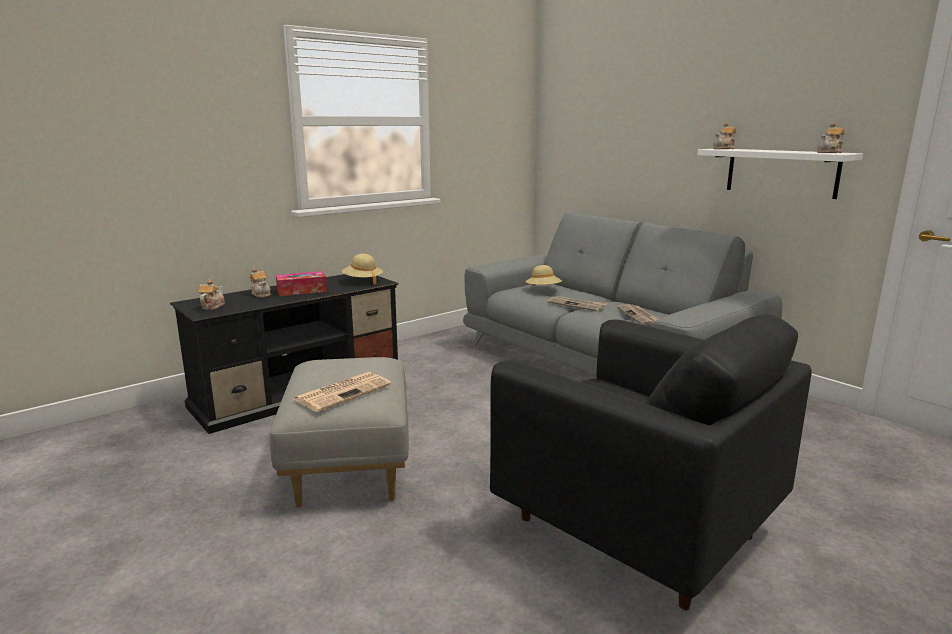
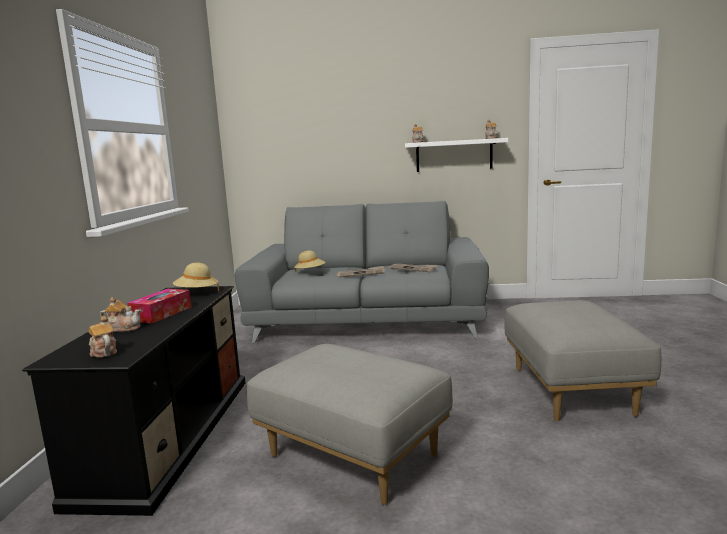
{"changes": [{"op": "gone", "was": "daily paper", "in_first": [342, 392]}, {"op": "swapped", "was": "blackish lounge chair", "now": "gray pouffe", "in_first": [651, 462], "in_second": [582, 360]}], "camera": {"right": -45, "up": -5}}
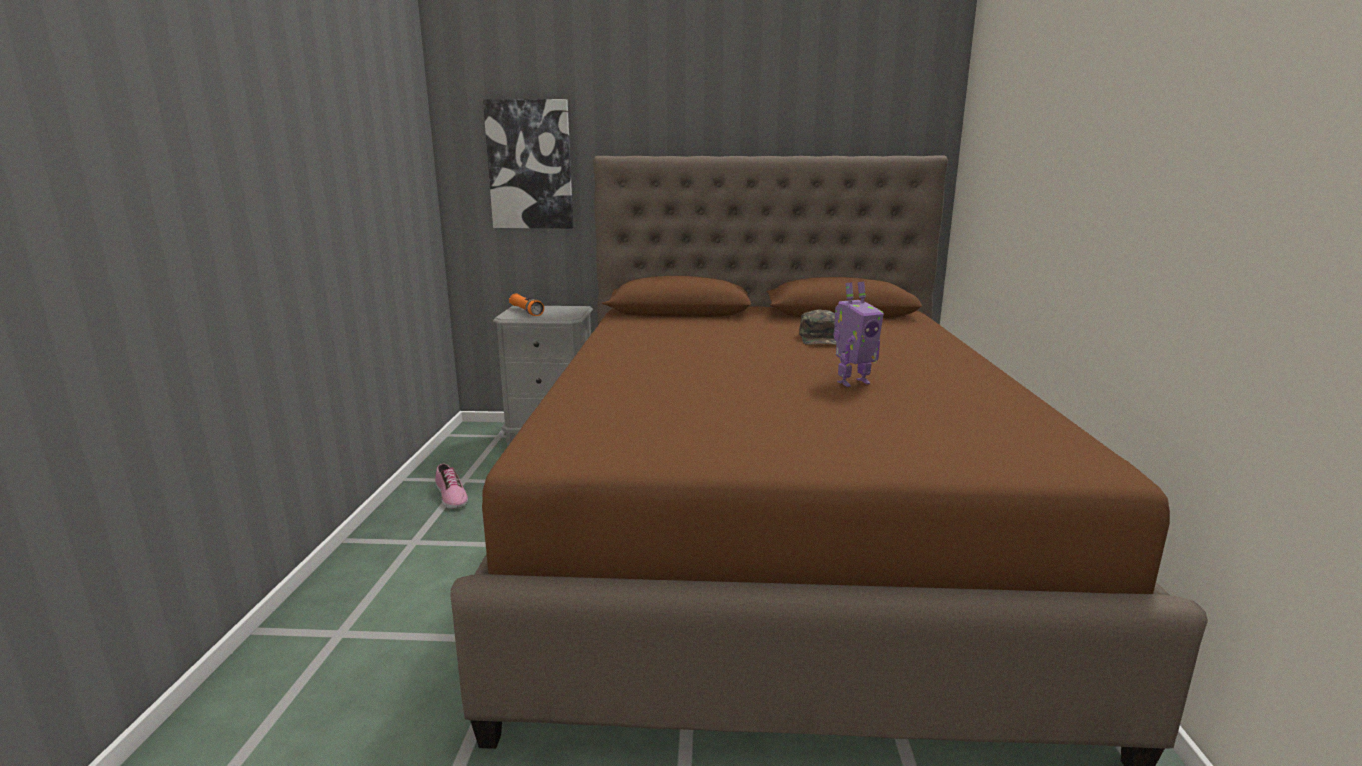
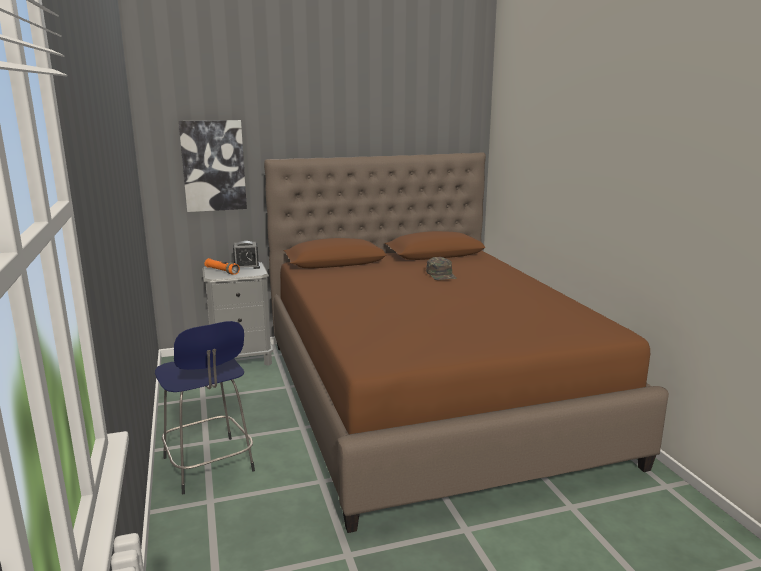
{"changes": [{"op": "gone", "was": "shoe", "in_first": [451, 486]}, {"op": "gone", "was": "robot figure", "in_first": [859, 334]}, {"op": "new", "now": "bluish stool seat", "in_second": [205, 407]}, {"op": "new", "now": "table clock", "in_second": [246, 255]}], "camera": {"right": -20, "up": 0}}
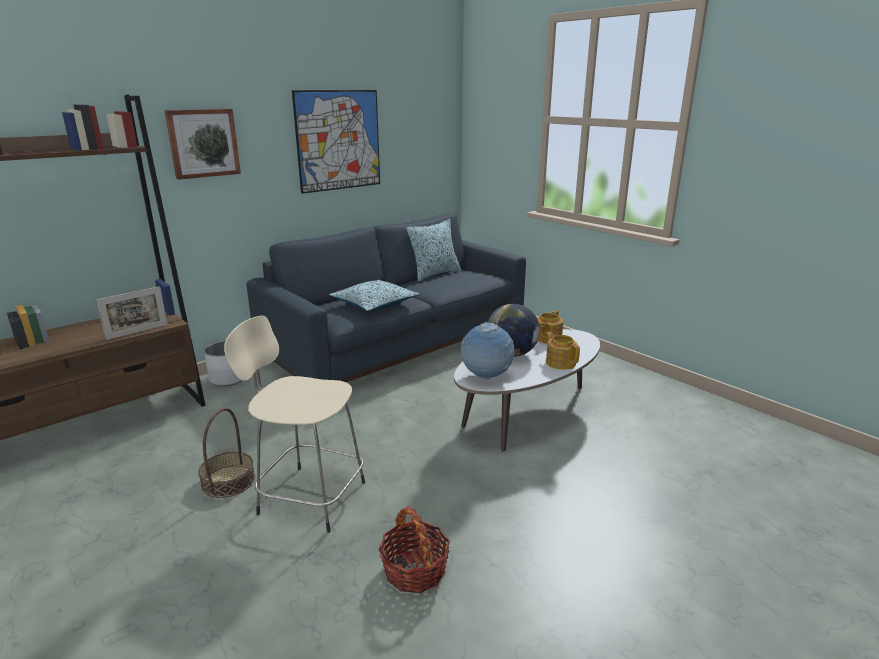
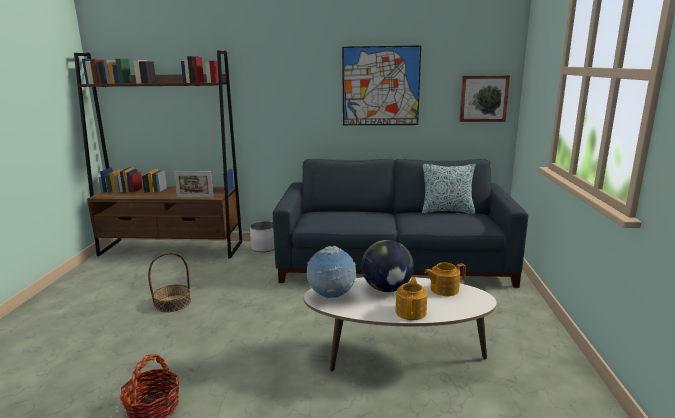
{"changes": [{"op": "shifted", "was": "wall picture", "in_first": [203, 144], "in_second": [484, 98]}, {"op": "gone", "was": "beige stool seat", "in_first": [294, 424]}, {"op": "gone", "was": "pillow", "in_first": [374, 295]}], "camera": {"right": 45, "up": -5}}
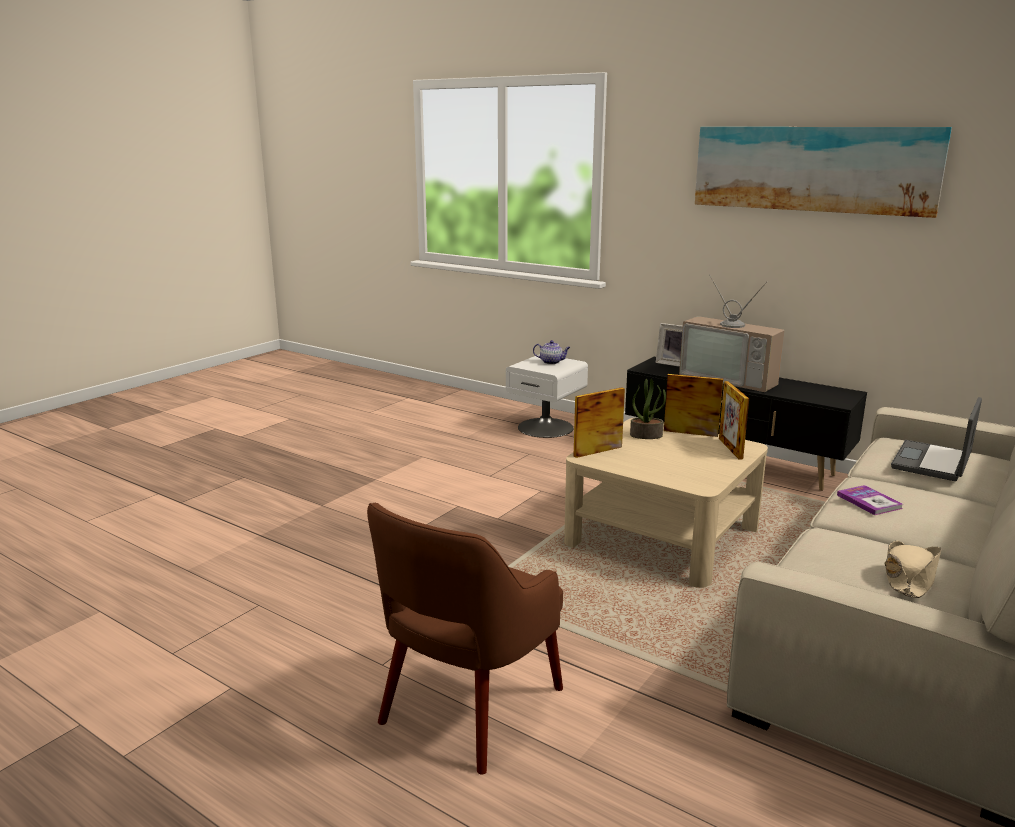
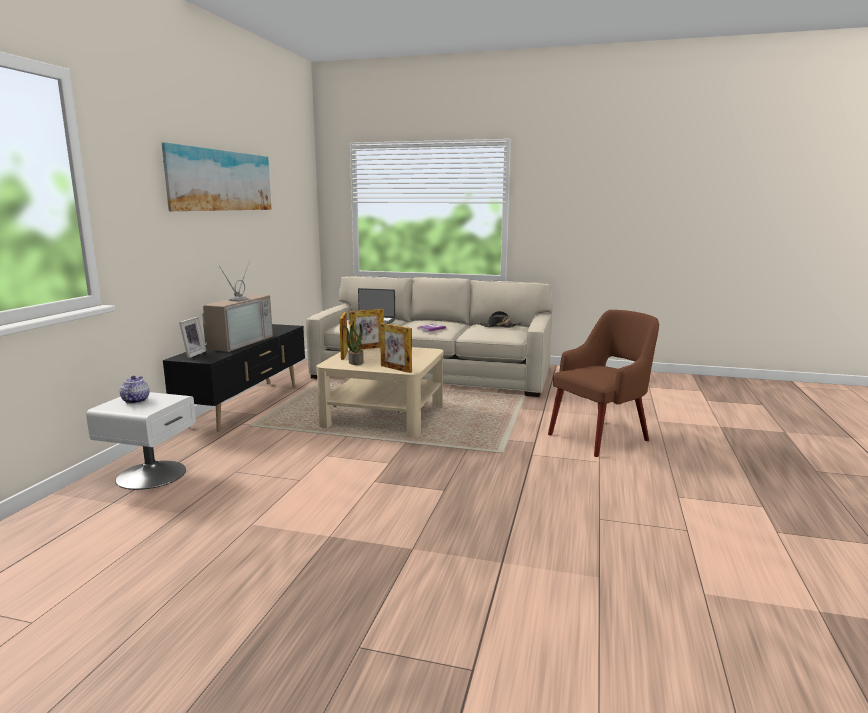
{"changes": [{"op": "rotated", "was": "brownish lounge chair", "in_first": [465, 639], "in_second": [603, 383], "clockwise": -45}, {"op": "repainted", "was": "beige wearable hat", "now": "blackish wearable hat", "in_first": [913, 569], "in_second": [499, 319]}], "camera": {"right": -110, "up": -5}}
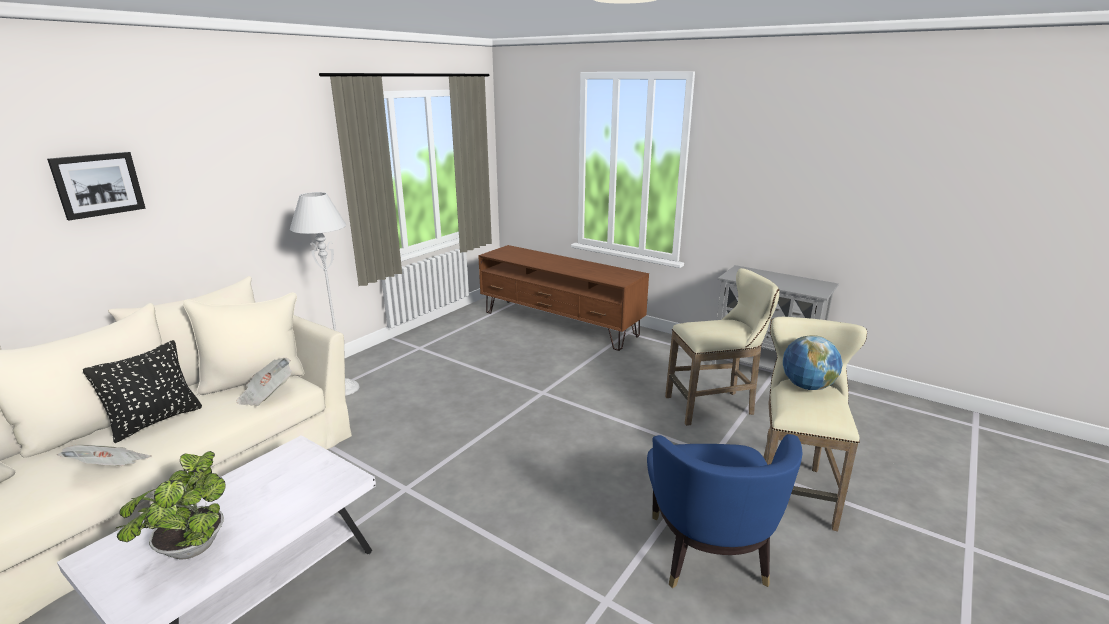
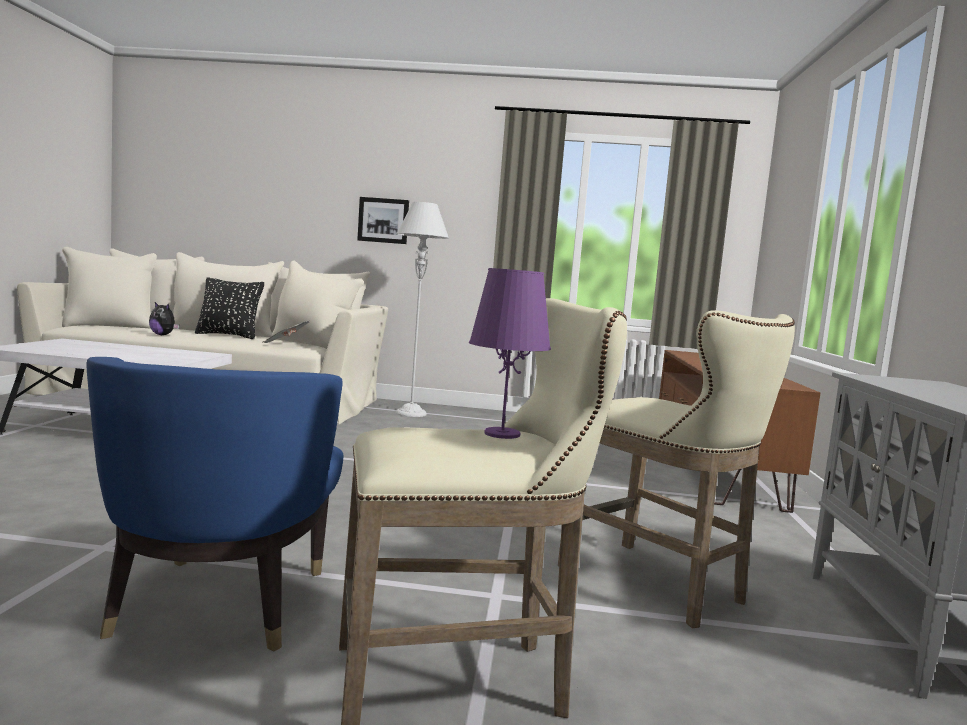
{"changes": [{"op": "shifted", "was": "wall picture", "in_first": [96, 186], "in_second": [383, 220]}, {"op": "swapped", "was": "daily paper", "now": "soft toy", "in_first": [104, 455], "in_second": [164, 318]}, {"op": "gone", "was": "potted plant", "in_first": [170, 505]}, {"op": "rotated", "was": "bluish lounge chair", "in_first": [724, 511], "in_second": [215, 504], "clockwise": -60}, {"op": "swapped", "was": "desk globe", "now": "purple-coloured table lamp", "in_first": [813, 362], "in_second": [510, 353]}], "camera": {"right": 60, "up": -15}}
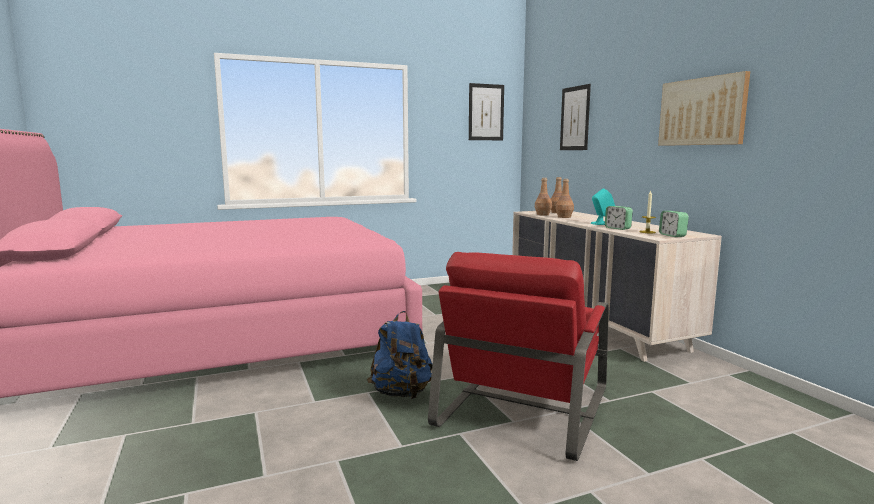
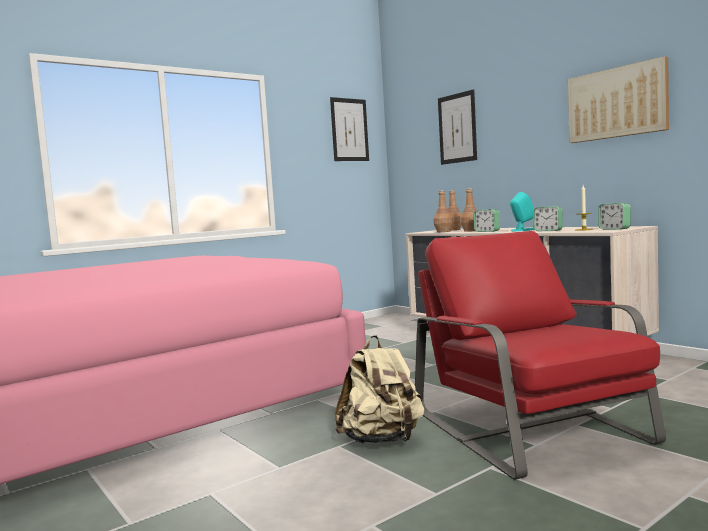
{"changes": [{"op": "repainted", "was": "bluish backpack", "now": "beige backpack", "in_first": [400, 355], "in_second": [380, 389]}, {"op": "rotated", "was": "reddish lounge chair", "in_first": [518, 356], "in_second": [540, 355], "clockwise": 150}, {"op": "new", "now": "table clock", "in_second": [487, 220]}], "camera": {"right": -15, "up": -5}}
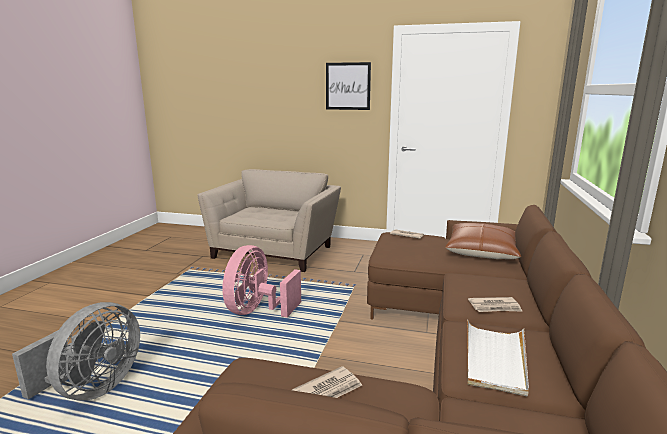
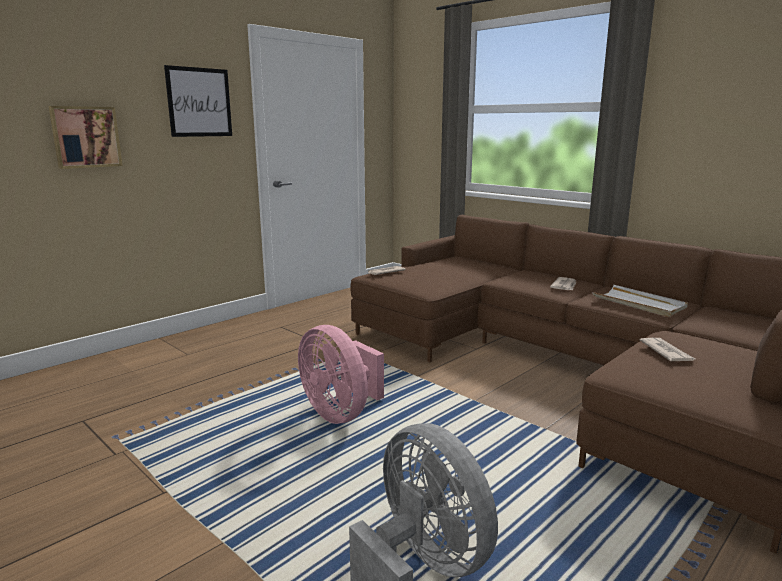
{"changes": [{"op": "gone", "was": "beige lounge chair", "in_first": [269, 220]}, {"op": "gone", "was": "brownish pillow", "in_first": [483, 241]}, {"op": "new", "now": "wall picture", "in_second": [85, 137]}], "camera": {"right": -60, "up": 0}}
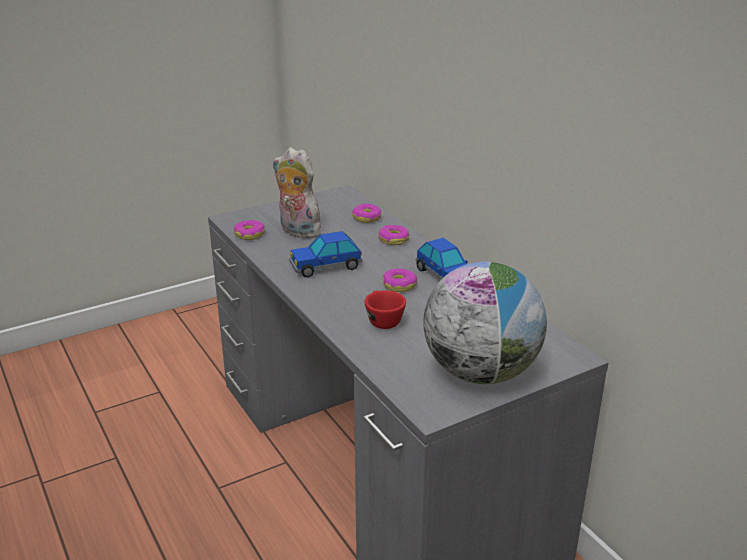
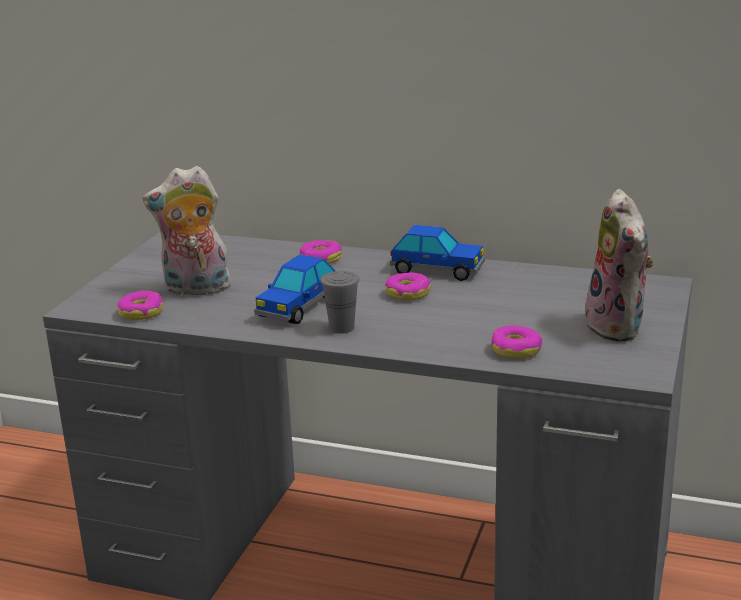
{"changes": [{"op": "shifted", "was": "doughnut", "in_first": [367, 213], "in_second": [516, 342]}, {"op": "gone", "was": "reddish small cup", "in_first": [385, 309]}, {"op": "swapped", "was": "desk globe", "now": "soft toy", "in_first": [485, 323], "in_second": [619, 265]}, {"op": "new", "now": "gray small cup", "in_second": [339, 302]}], "camera": {"right": -40, "up": -5}}
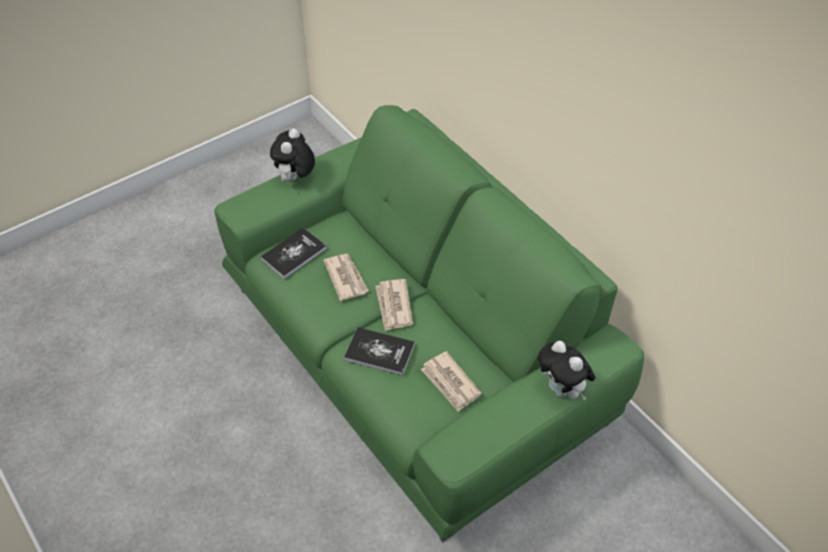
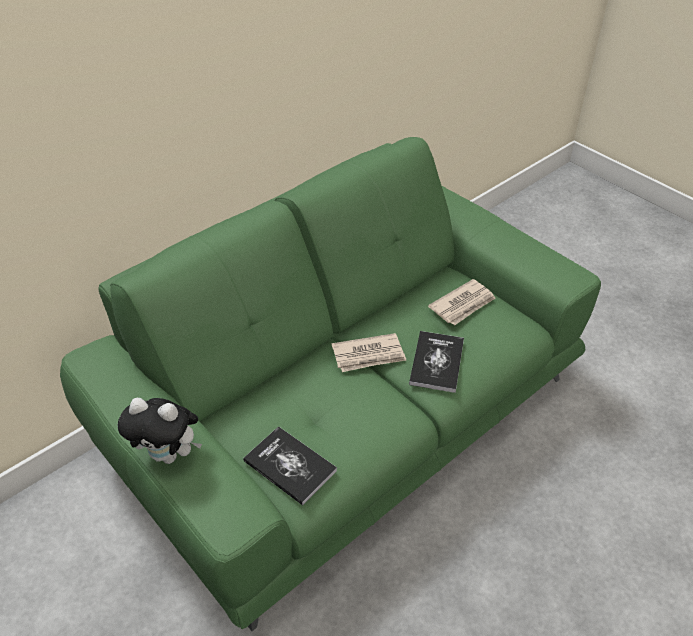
{"changes": [{"op": "gone", "was": "daily paper", "in_first": [346, 277]}, {"op": "gone", "was": "soft toy", "in_first": [567, 370]}], "camera": {"right": -95, "up": -5}}
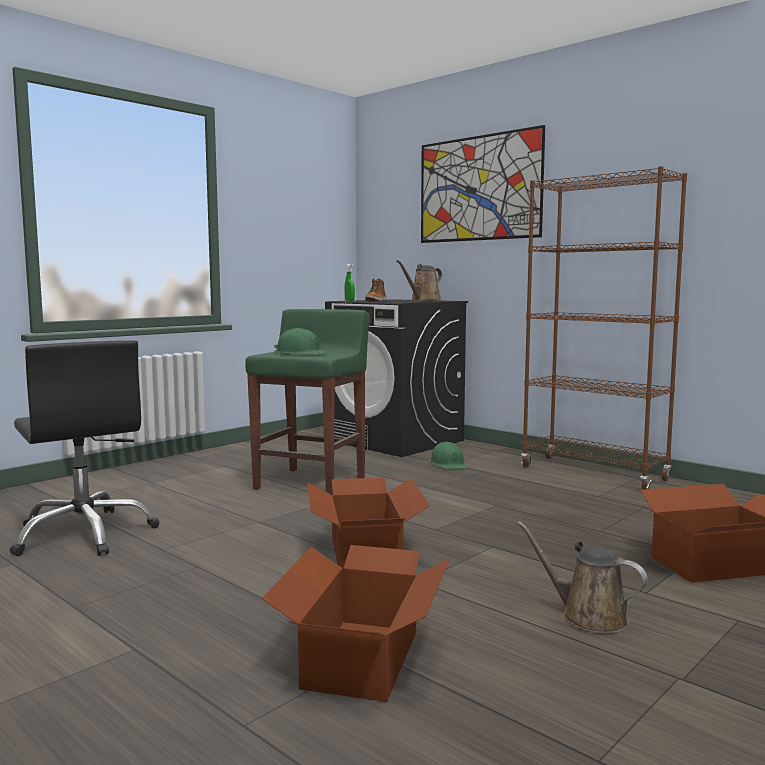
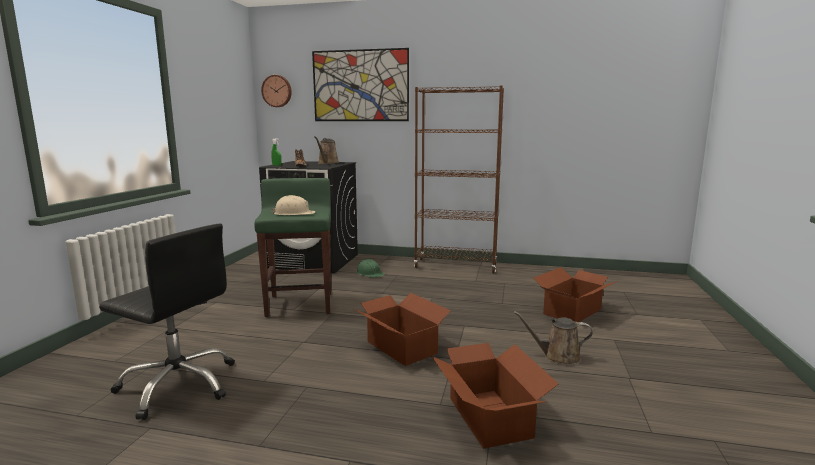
{"changes": [{"op": "repainted", "was": "greenish safety helmet", "now": "beige safety helmet", "in_first": [301, 341], "in_second": [293, 205]}, {"op": "new", "now": "hanging clock", "in_second": [276, 91]}], "camera": {"right": -30, "up": 5}}
